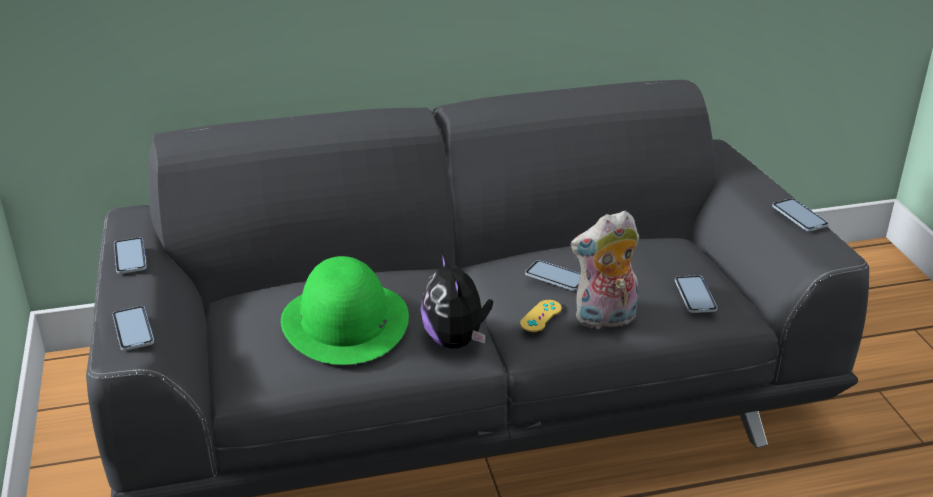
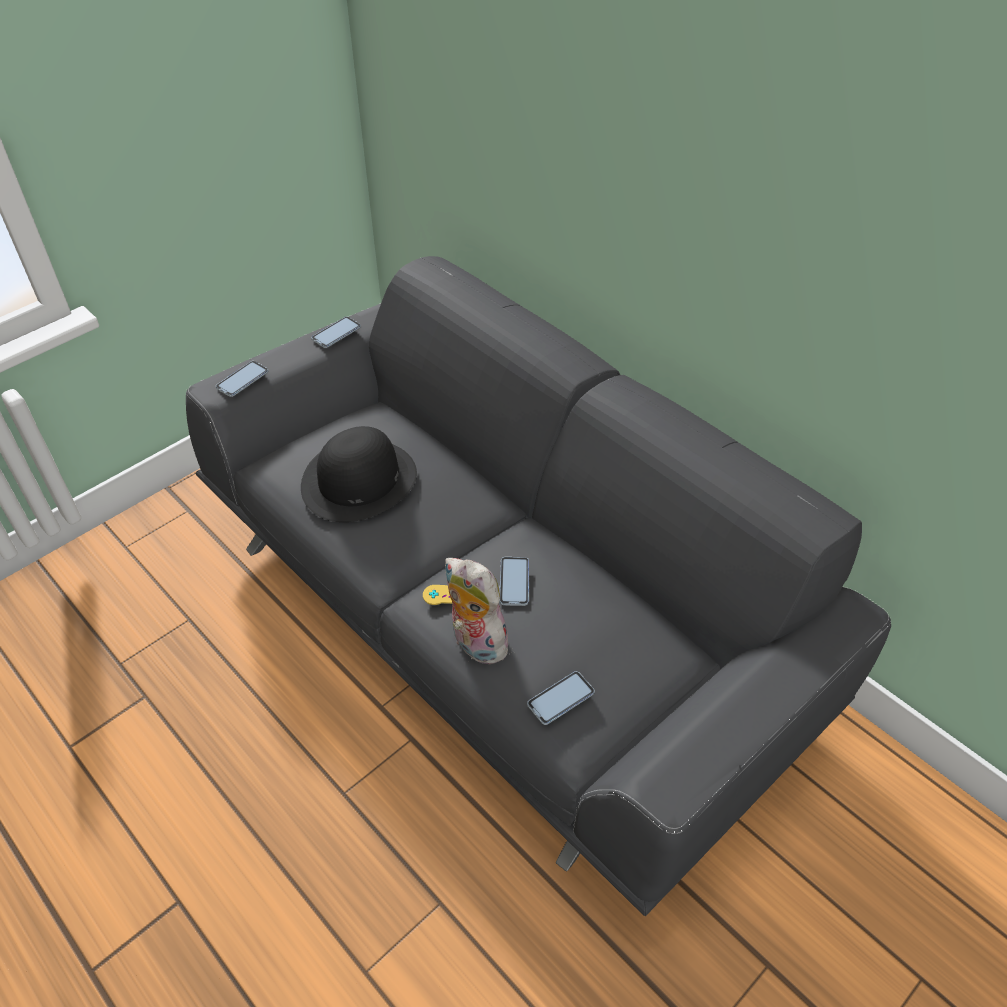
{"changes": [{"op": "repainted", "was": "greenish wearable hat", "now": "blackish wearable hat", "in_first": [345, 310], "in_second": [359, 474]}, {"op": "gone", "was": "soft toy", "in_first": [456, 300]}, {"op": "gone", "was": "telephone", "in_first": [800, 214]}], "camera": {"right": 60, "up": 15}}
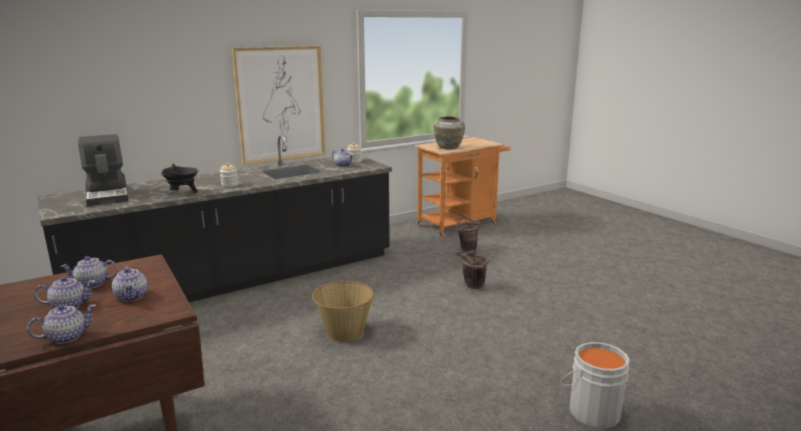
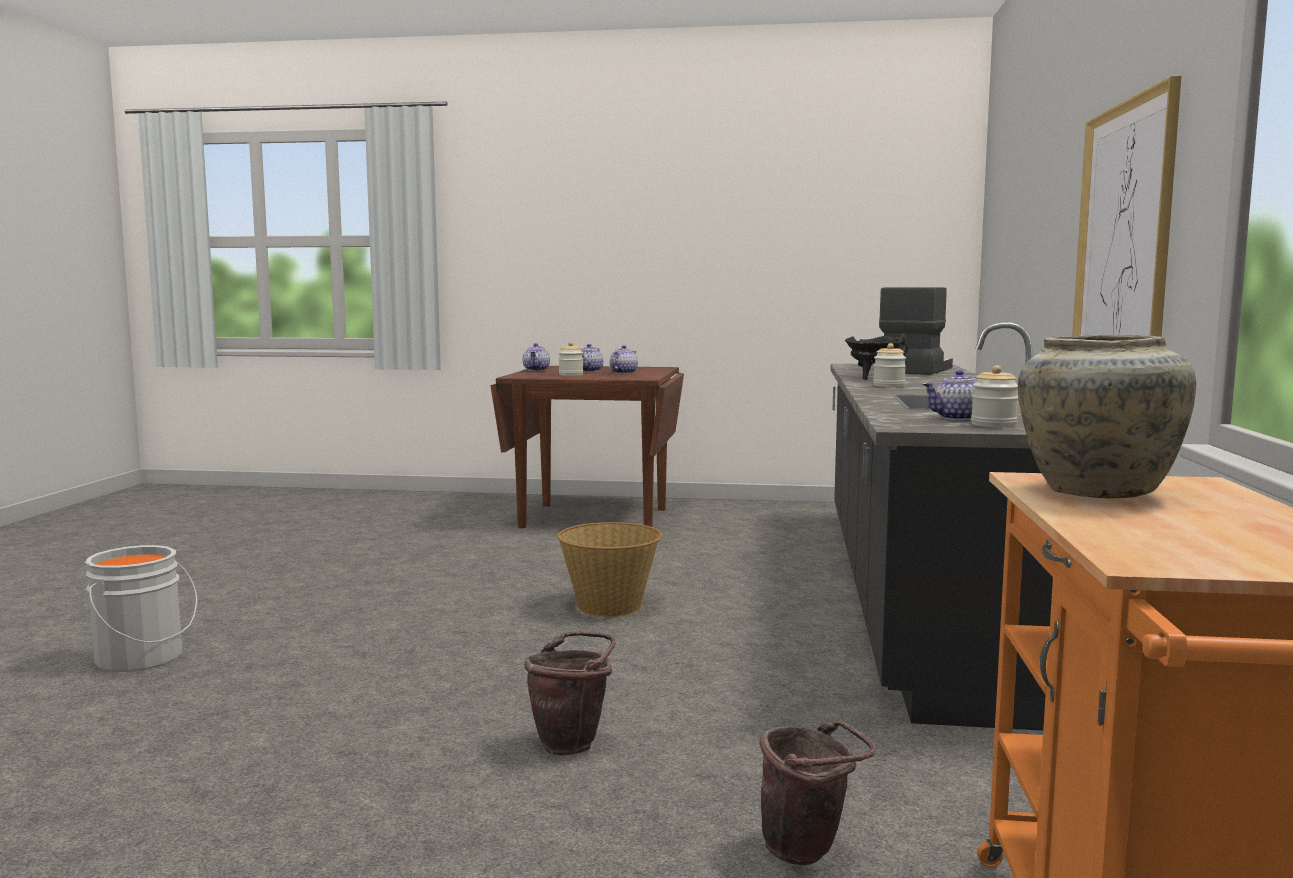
{"changes": [{"op": "rotated", "was": "coffee maker", "in_first": [103, 170], "in_second": [916, 331], "clockwise": 105}, {"op": "swapped", "was": "tea pot", "now": "preserve jar", "in_first": [130, 283], "in_second": [571, 358]}], "camera": {"right": 130, "up": -10}}
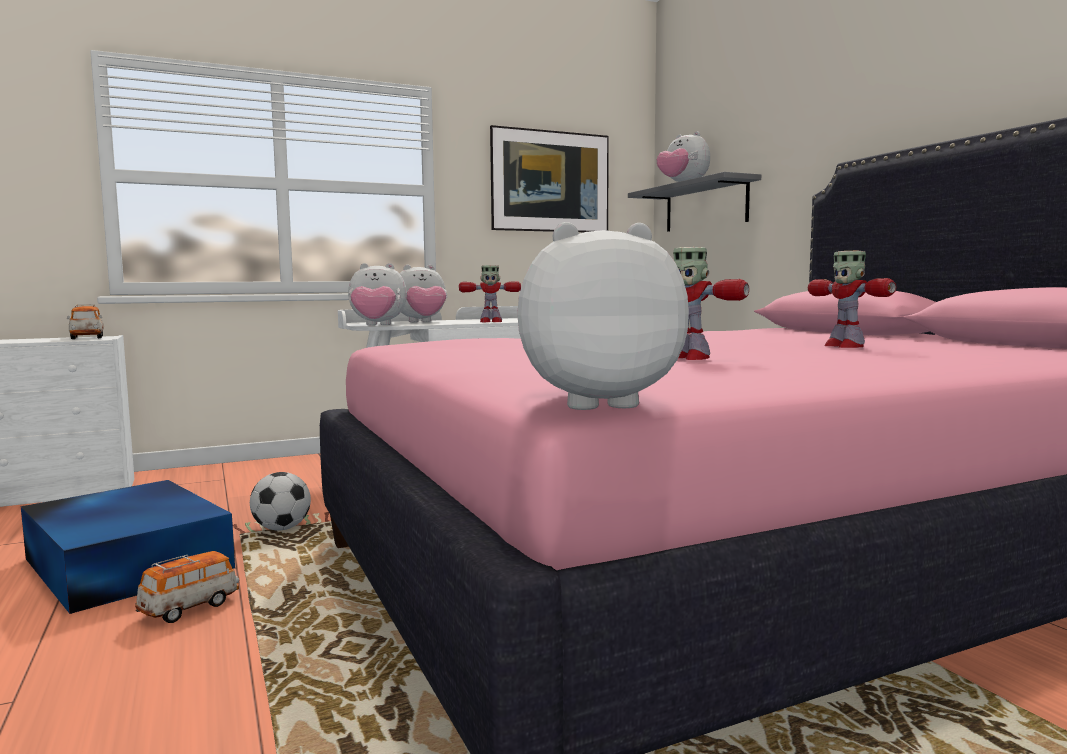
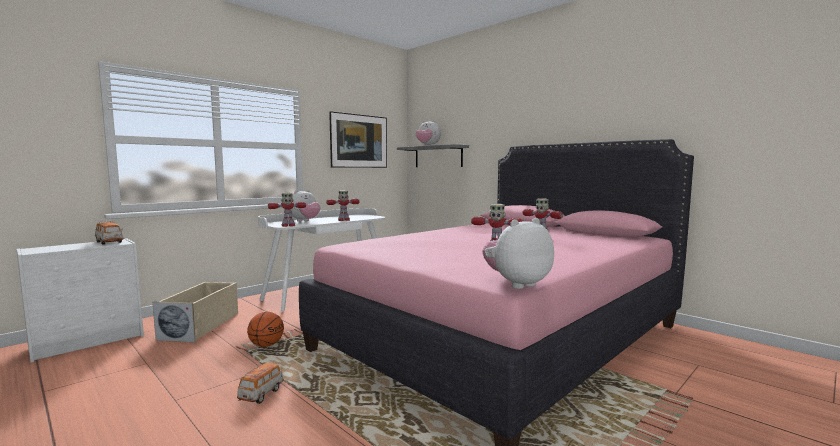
{"changes": [{"op": "gone", "was": "bluish storage bin", "in_first": [128, 547]}, {"op": "swapped", "was": "ball for football", "now": "ball for basketball", "in_first": [280, 501], "in_second": [265, 329]}, {"op": "swapped", "was": "soft toy", "now": "robot figure", "in_first": [377, 294], "in_second": [287, 210]}, {"op": "new", "now": "beige storage bin", "in_second": [195, 312]}], "camera": {"right": -20, "up": 0}}
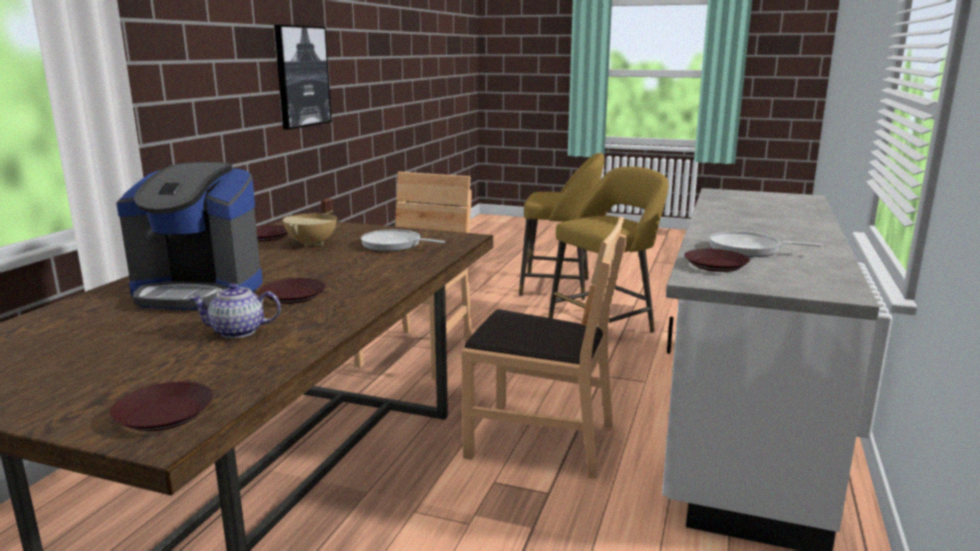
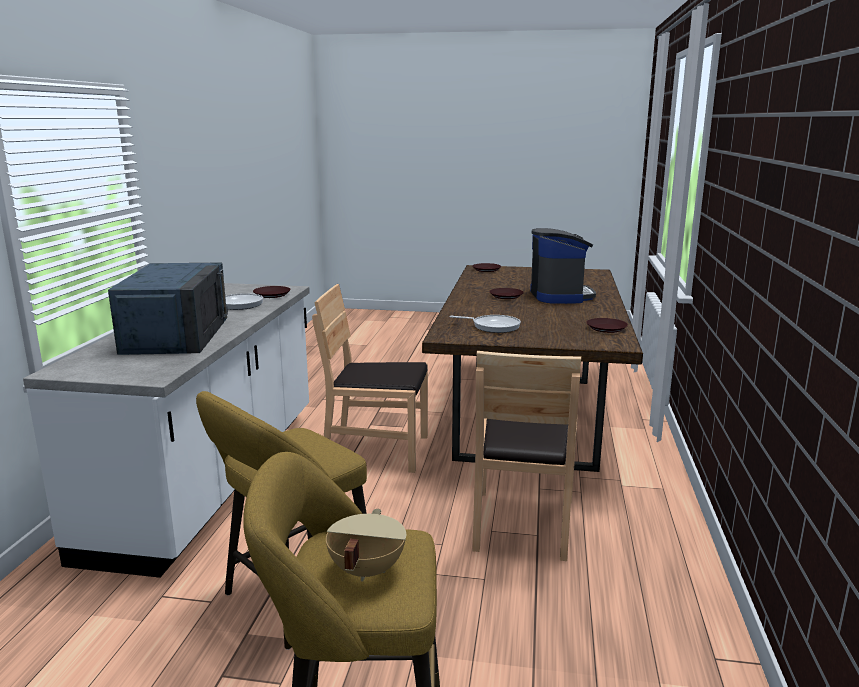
{"changes": [{"op": "rotated", "was": "coffee maker", "in_first": [189, 236], "in_second": [563, 266], "clockwise": 90}, {"op": "gone", "was": "tea pot", "in_first": [234, 310]}, {"op": "gone", "was": "wall picture", "in_first": [303, 77]}, {"op": "shifted", "was": "beige stockpot", "in_first": [310, 222], "in_second": [366, 545]}, {"op": "new", "now": "bluish microwave", "in_second": [168, 308]}], "camera": {"right": 170, "up": 0}}
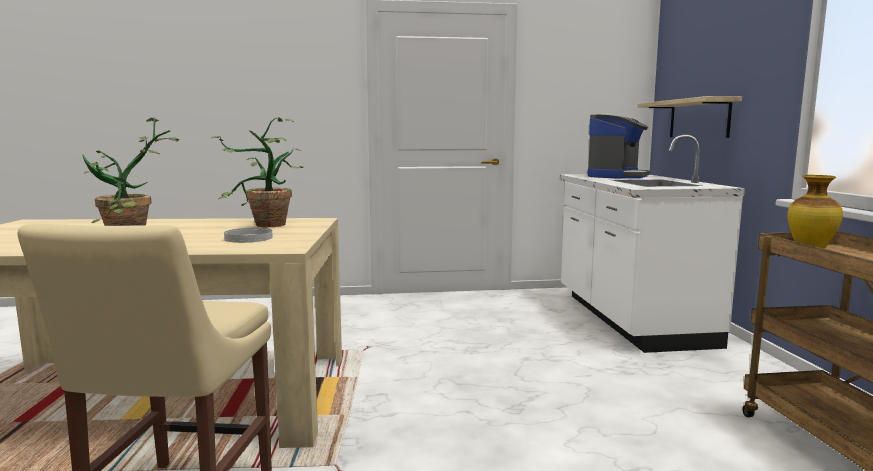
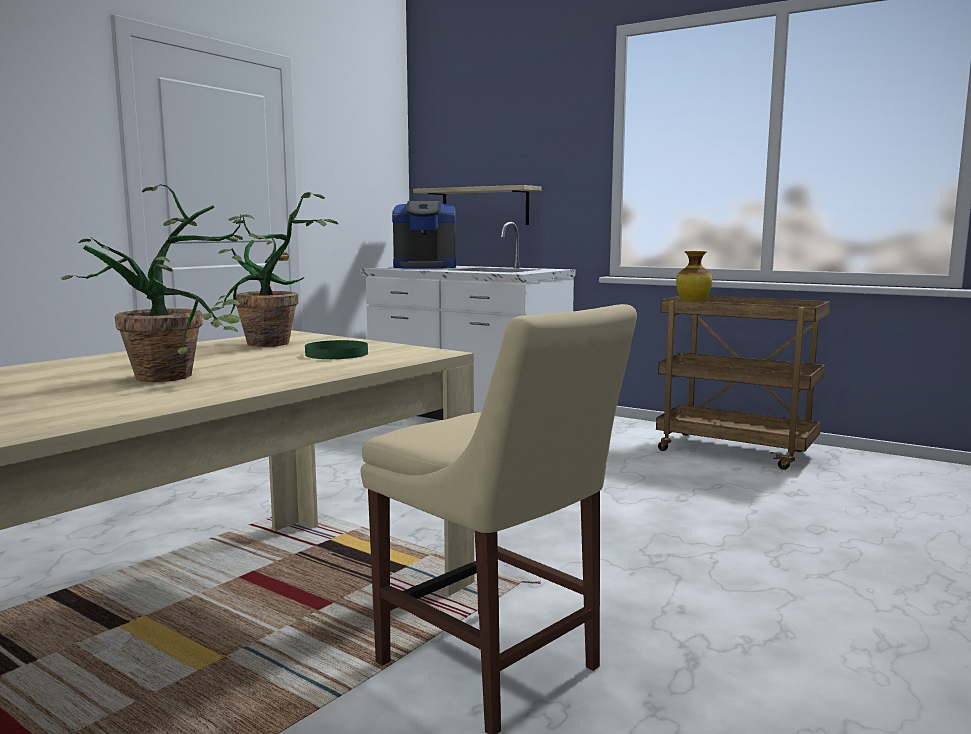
{"changes": [{"op": "repainted", "was": "white plate", "now": "greenish plate", "in_first": [248, 235], "in_second": [336, 349]}, {"op": "rotated", "was": "coffee maker", "in_first": [619, 147], "in_second": [424, 235], "clockwise": 105}], "camera": {"right": -50, "up": 0}}
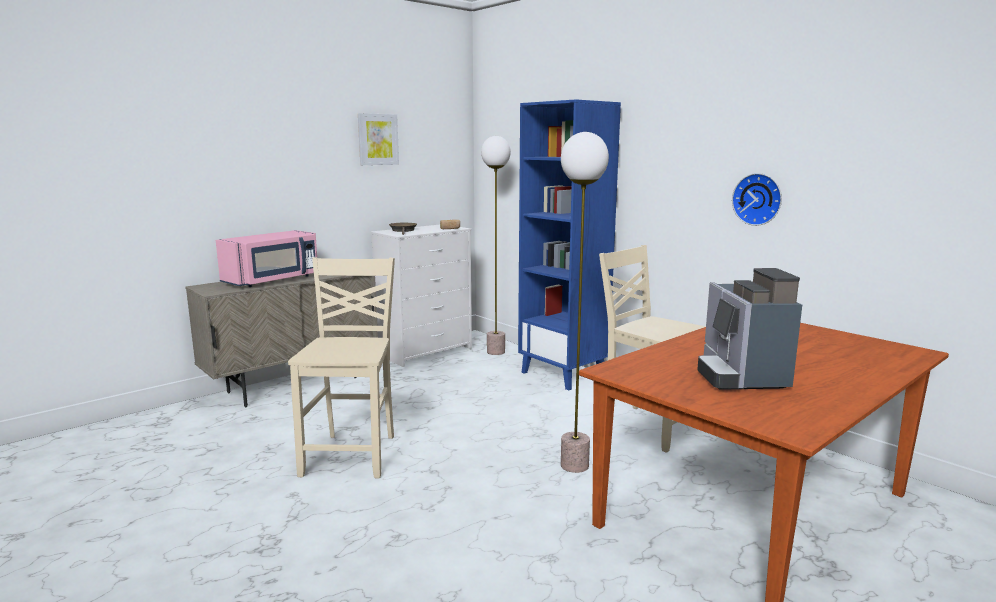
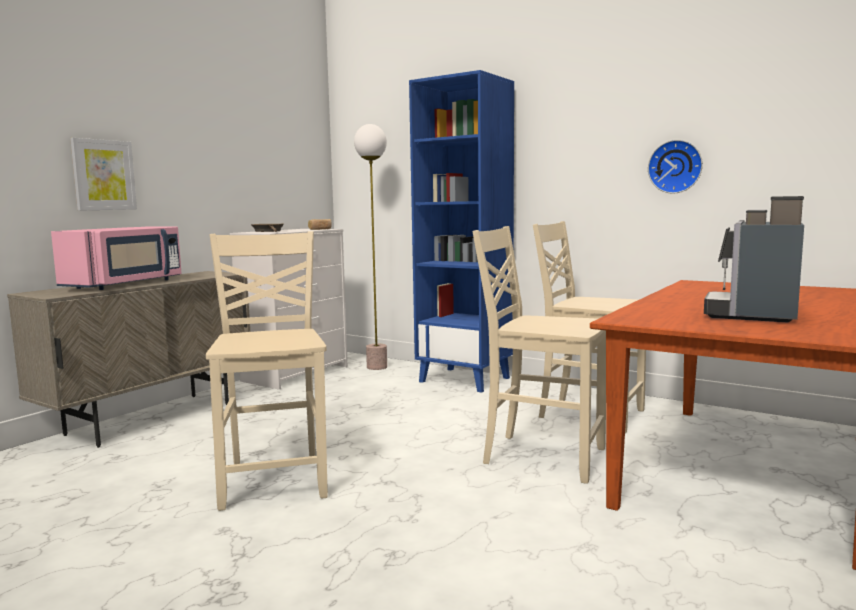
{"changes": [{"op": "shifted", "was": "wall picture", "in_first": [378, 139], "in_second": [103, 174]}, {"op": "swapped", "was": "floor lamp", "now": "beige chair", "in_first": [585, 302], "in_second": [539, 355]}, {"op": "rotated", "was": "coffee maker", "in_first": [749, 329], "in_second": [754, 259], "clockwise": 45}], "camera": {"right": -15, "up": -5}}
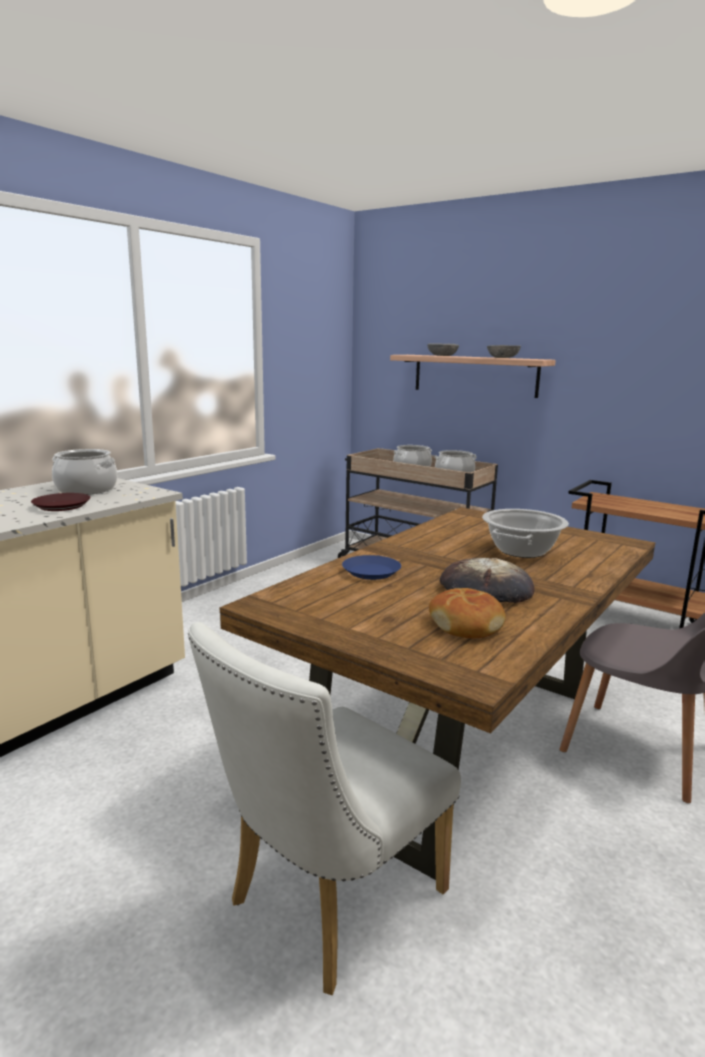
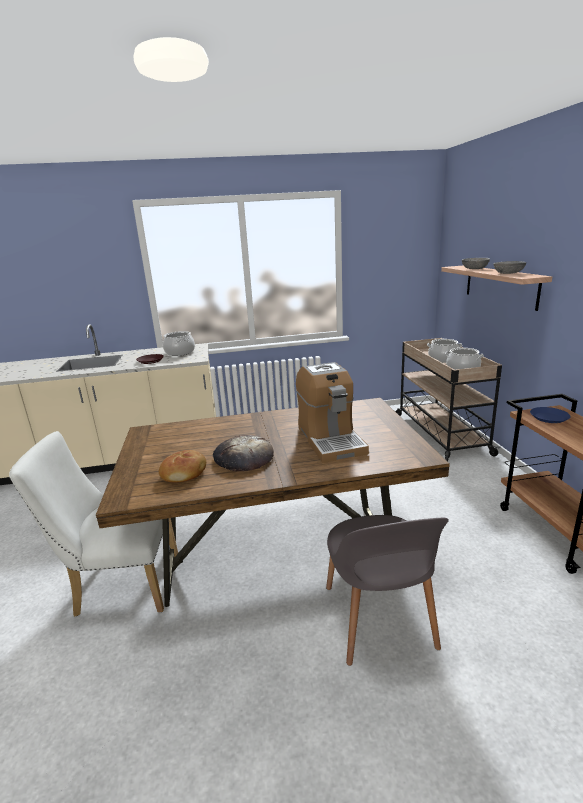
{"changes": [{"op": "shifted", "was": "bluish plate", "in_first": [371, 567], "in_second": [550, 415]}, {"op": "swapped", "was": "stockpot", "now": "coffee maker", "in_first": [525, 533], "in_second": [332, 412]}], "camera": {"right": 45, "up": 5}}
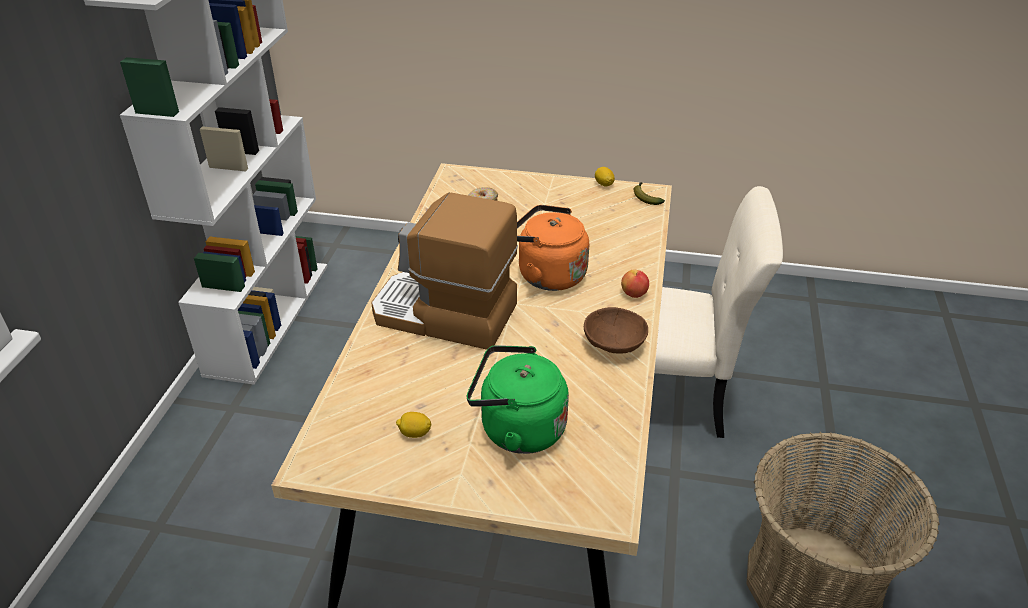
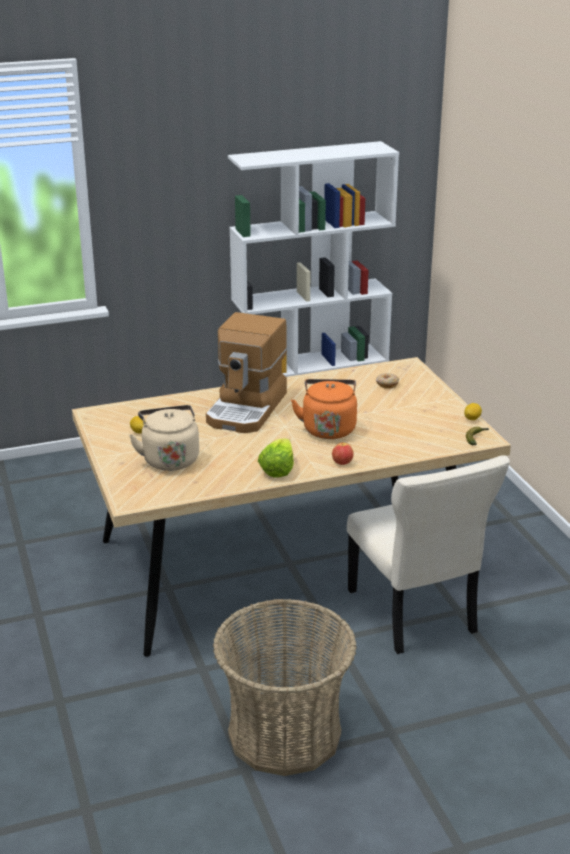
{"changes": [{"op": "rotated", "was": "coffee maker", "in_first": [444, 271], "in_second": [246, 372], "clockwise": -150}, {"op": "repainted", "was": "greenish water kettle", "now": "beige water kettle", "in_first": [518, 399], "in_second": [164, 438]}, {"op": "swapped", "was": "brownish bowl", "now": "lettuce", "in_first": [616, 330], "in_second": [276, 458]}], "camera": {"right": 60, "up": -10}}
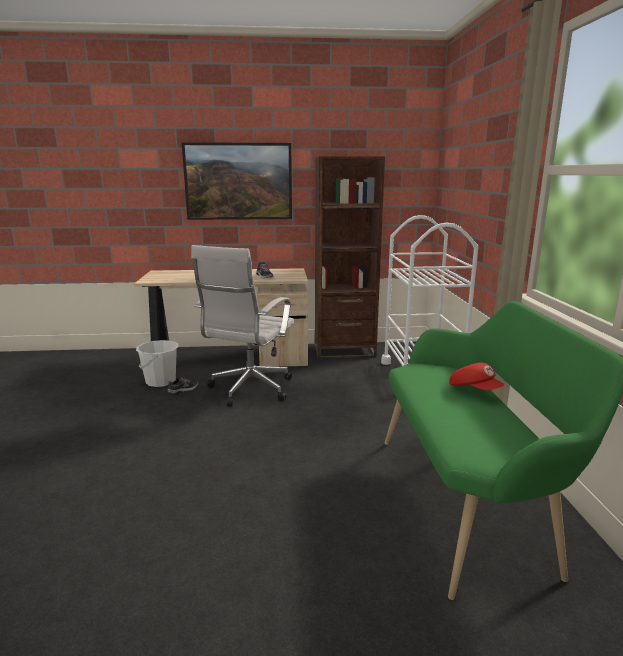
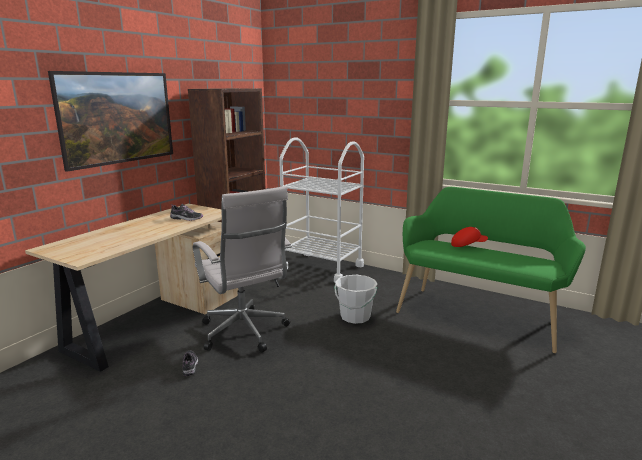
{"changes": [{"op": "shifted", "was": "white water bucket", "in_first": [157, 363], "in_second": [355, 299]}], "camera": {"right": -55, "up": 0}}
